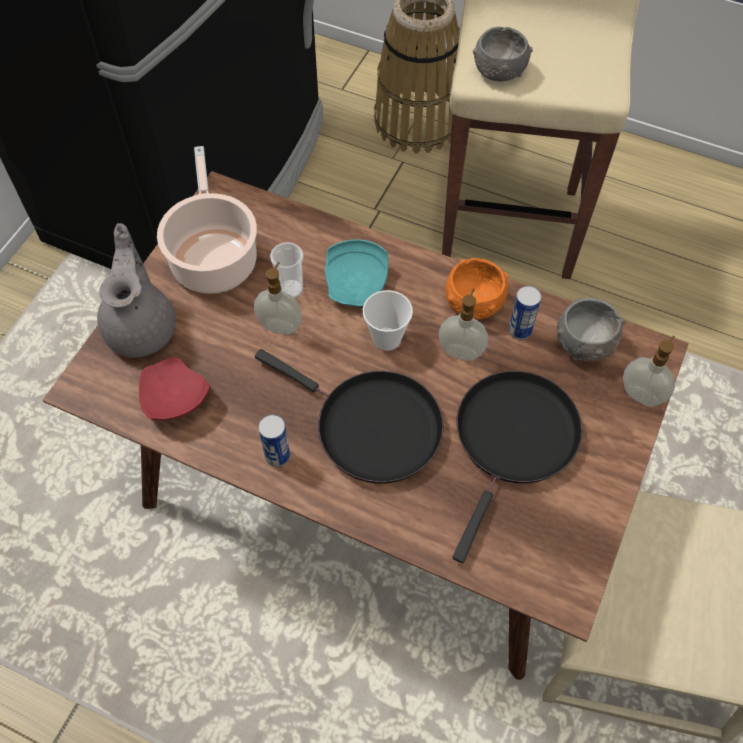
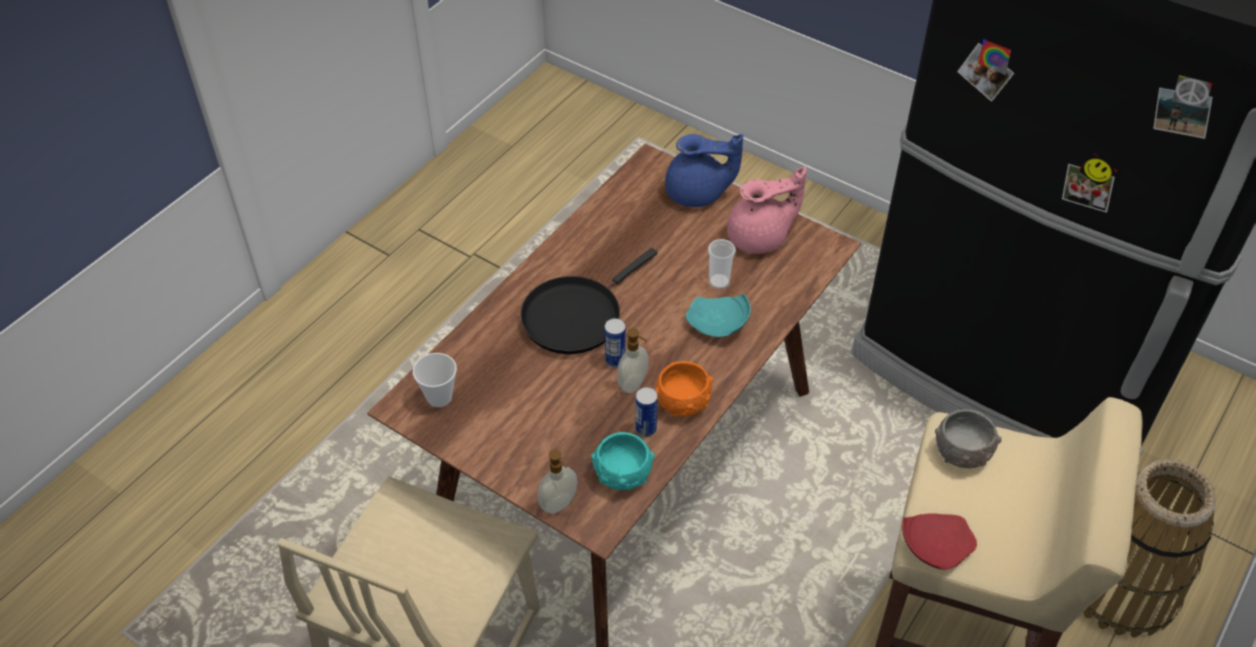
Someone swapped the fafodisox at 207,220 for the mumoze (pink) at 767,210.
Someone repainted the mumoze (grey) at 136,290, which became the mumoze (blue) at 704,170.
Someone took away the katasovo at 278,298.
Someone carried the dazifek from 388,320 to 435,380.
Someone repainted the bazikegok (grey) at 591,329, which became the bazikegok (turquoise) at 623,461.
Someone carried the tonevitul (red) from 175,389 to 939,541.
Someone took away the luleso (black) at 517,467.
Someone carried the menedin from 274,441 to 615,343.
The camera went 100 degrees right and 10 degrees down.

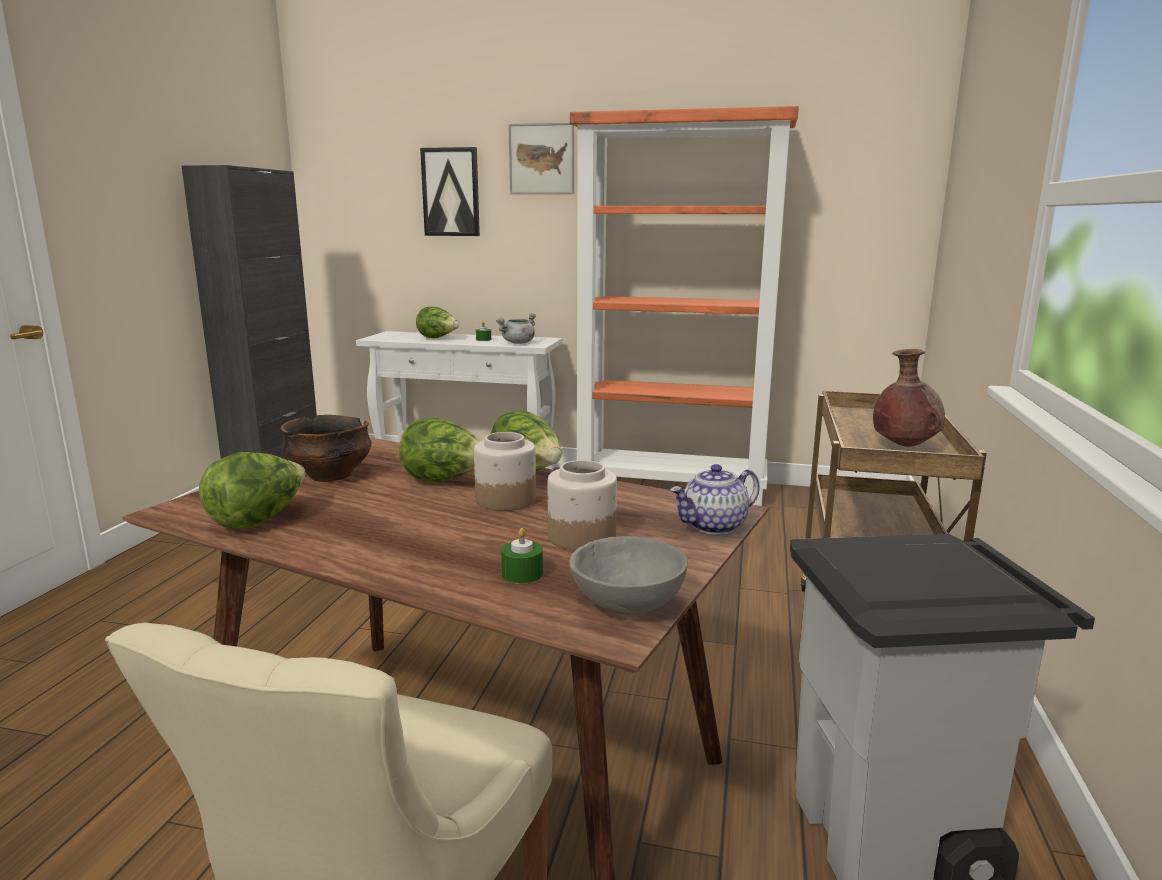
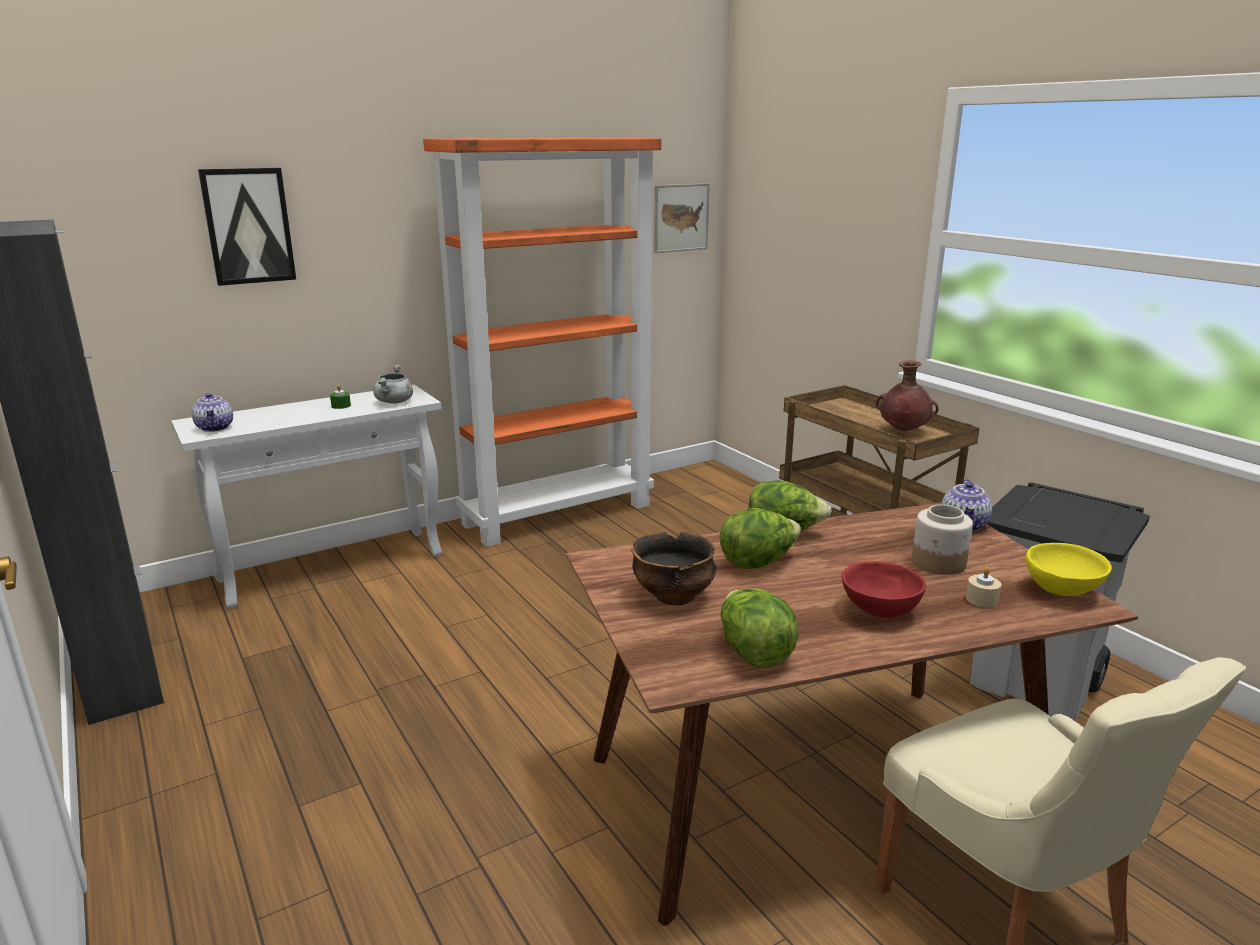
Someone carried the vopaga from 541,158 to 682,218.
Someone took away the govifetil at 437,322.
Someone took away the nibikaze at 505,471.
Someone repainted the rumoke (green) at 522,556, which became the rumoke (beige) at 983,587.
Someone repainted the bazikegok (grey) at 628,575, which became the bazikegok (yellow) at 1068,569.
Someone put down the mumoze at 212,412.
Someone put down the bazikegok (red) at 884,589.
The camera went 45 degrees left and 5 degrees up.

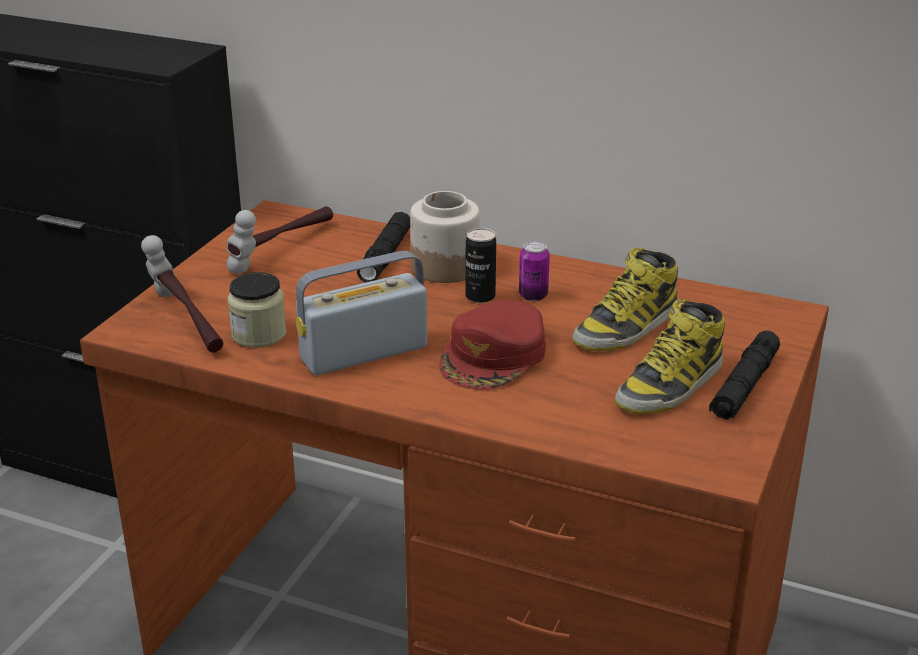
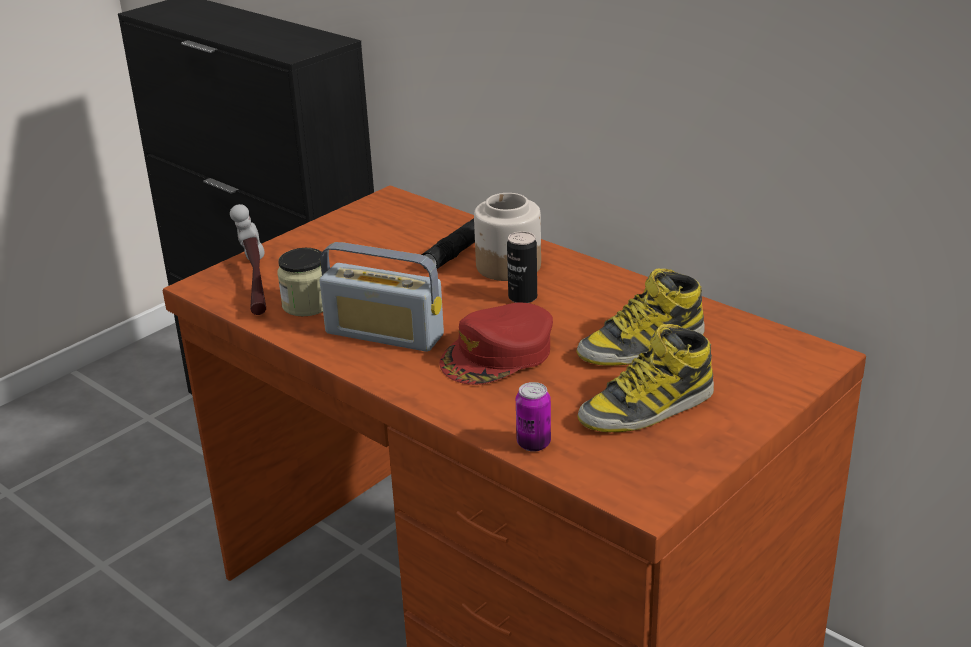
Someone took away the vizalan at 280,240.
Someone carried the menedin from 534,271 to 533,417.
Someone rotated the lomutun at 361,313 by 150 degrees counterclockwise.
Someone took away the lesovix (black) at 744,375.
The camera went 20 degrees right and 0 degrees up.

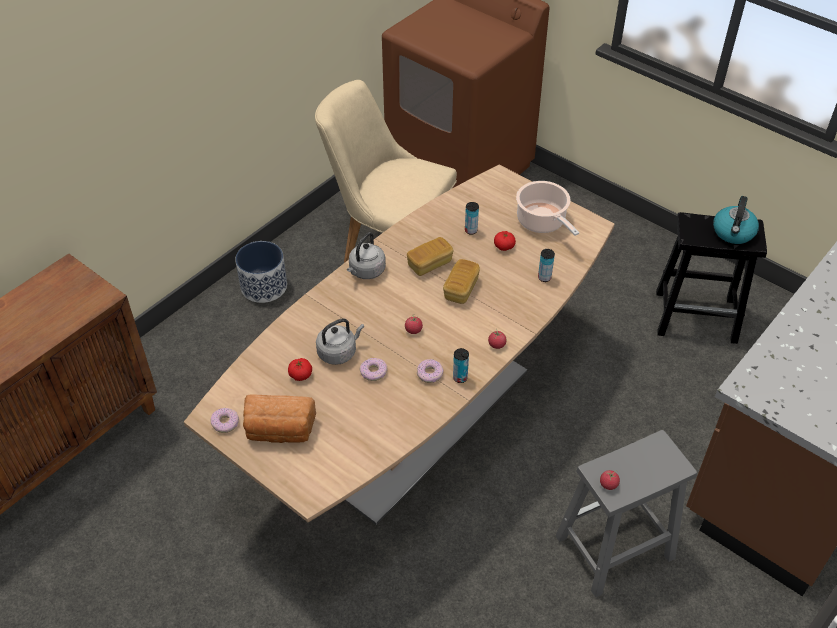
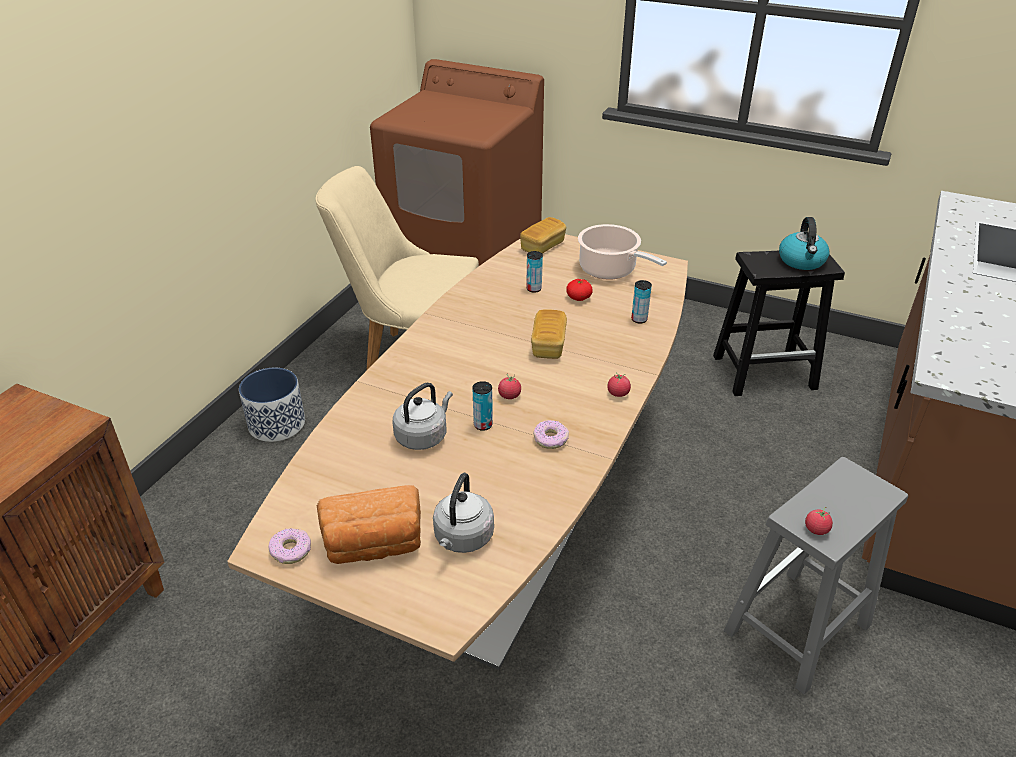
Someone carried the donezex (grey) from 366,255 to 463,513.
Someone carried the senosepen from 430,256 to 543,235.
Someone carried the menedin from 461,365 to 483,406.
Someone took away the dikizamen at 300,369.
Someone took away the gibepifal at 373,369.
The camera went 15 degrees left and 10 degrees down.

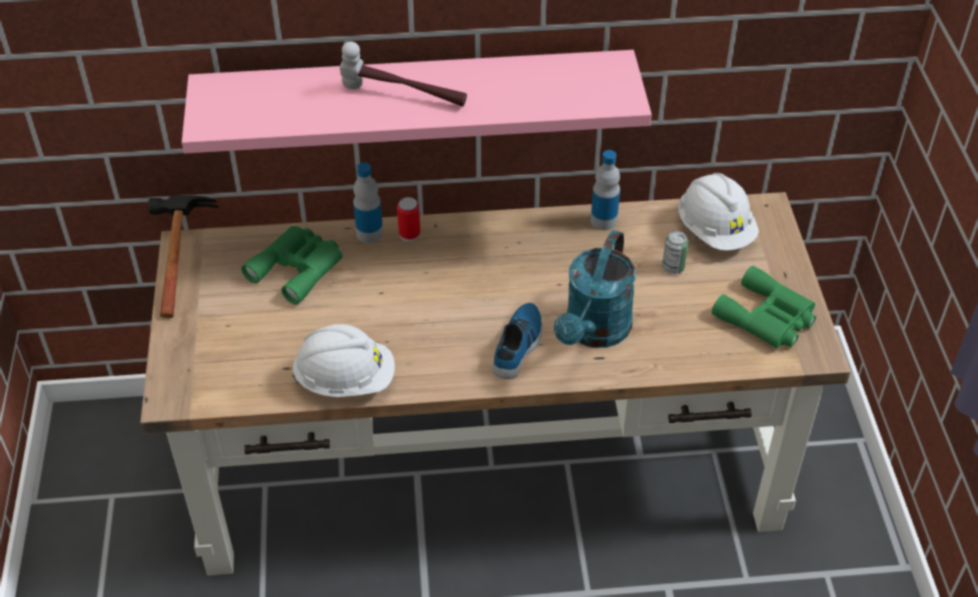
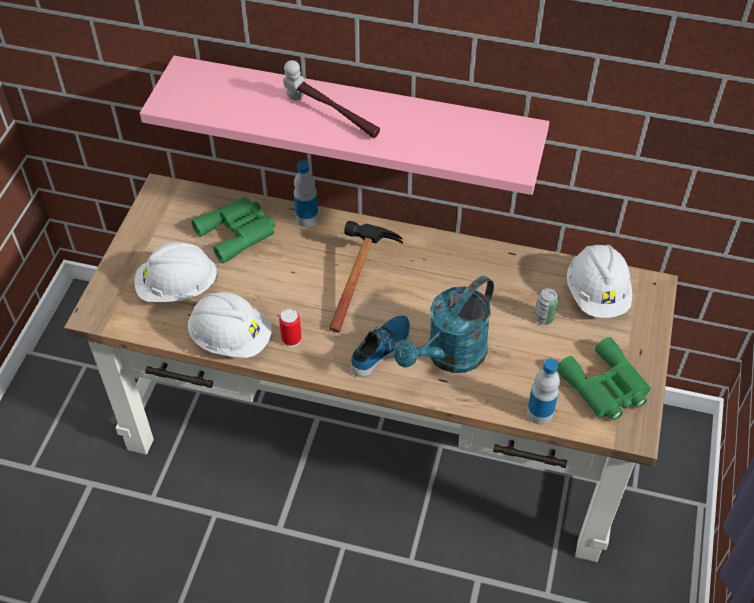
Someone carried the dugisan from 605,190 to 543,391.
Someone carried the vizalan from 183,256 to 366,276.
Someone carried the menedin from 408,219 to 290,328.
Someone put down the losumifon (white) at 176,272.
The camera went 20 degrees right and 5 degrees up.

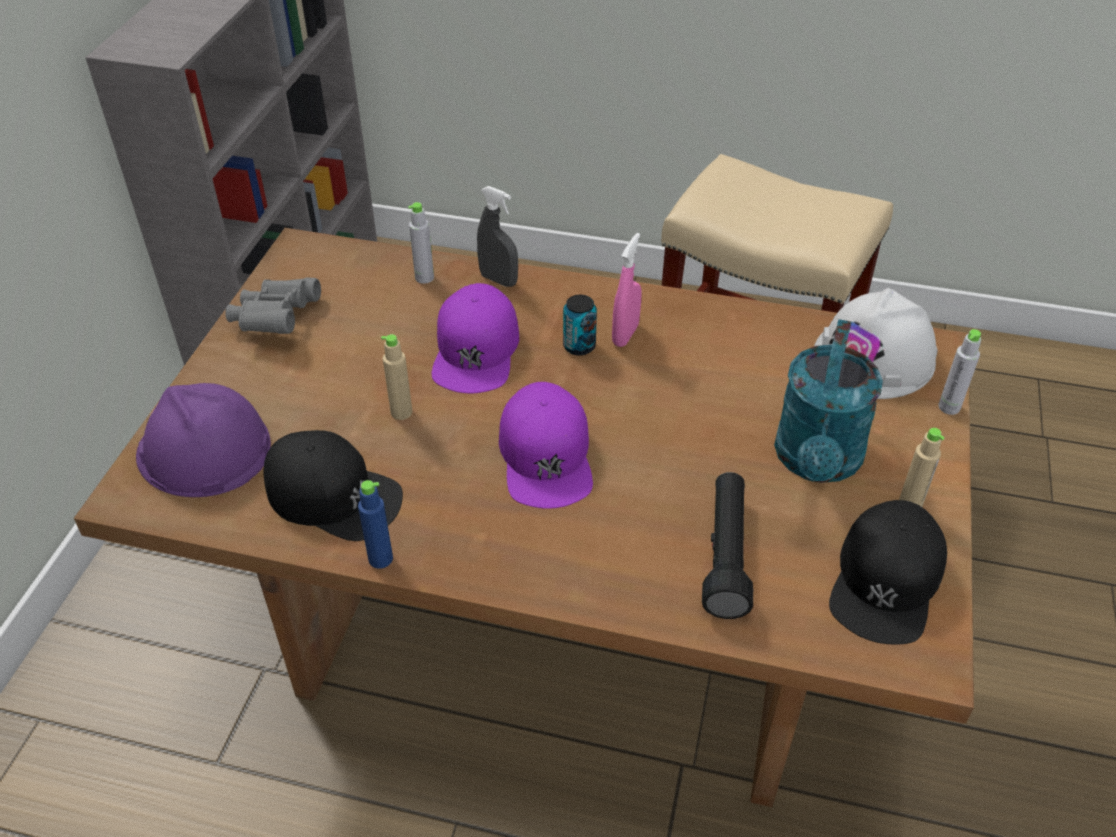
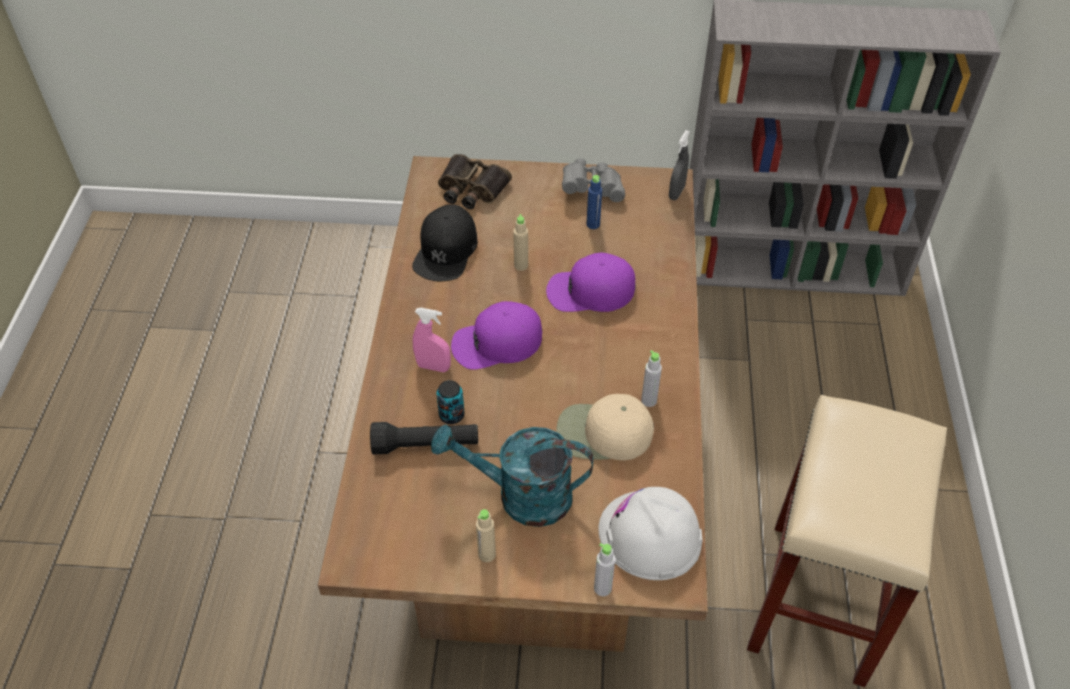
Someone carried the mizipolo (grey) from 497,236 to 679,165.
Someone carried the dugisan (grey) from 421,243 to 651,378.
Someone carried the mizipolo (pink) from 627,290 to 432,340.
Someone carried the menedin from 580,325 to 450,402.
Someone swapped the losumifon (purple) at 203,440 for the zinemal at 475,181.
Someone carried the dugisan (blue) from 375,524 to 594,202.
Someone took away the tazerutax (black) at 888,572.
Someone put down the tazerutax (beige) at 605,427.
The camera went 80 degrees right and 5 degrees up.

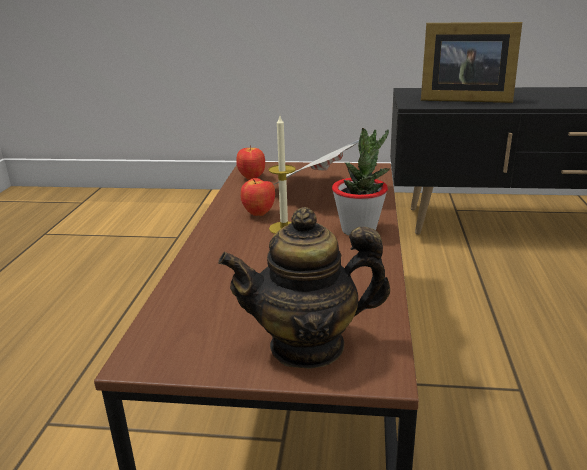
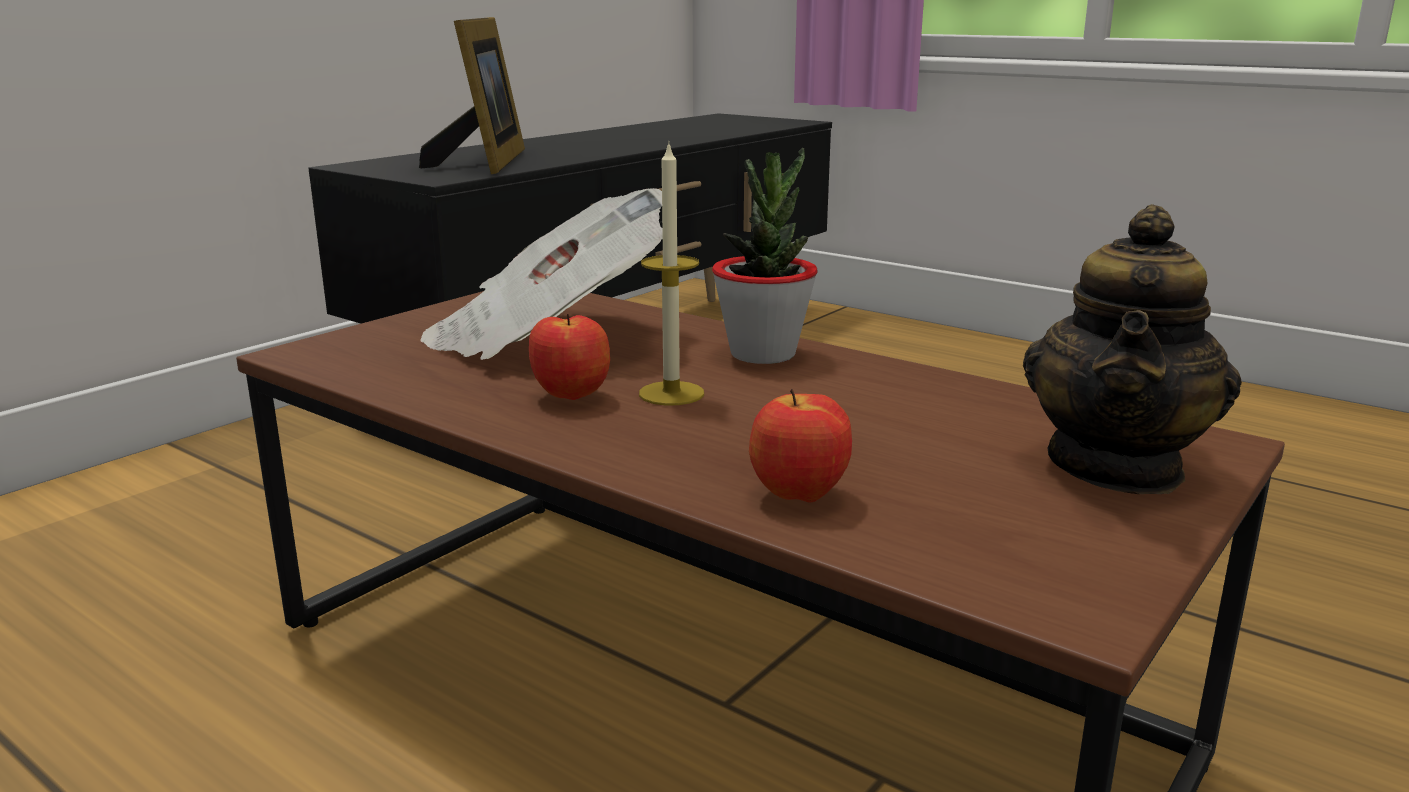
Someone rotated the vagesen at 471,62 by 45 degrees counterclockwise.
Someone carried the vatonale from 250,162 to 800,446.
The camera went 60 degrees left and 5 degrees down.

